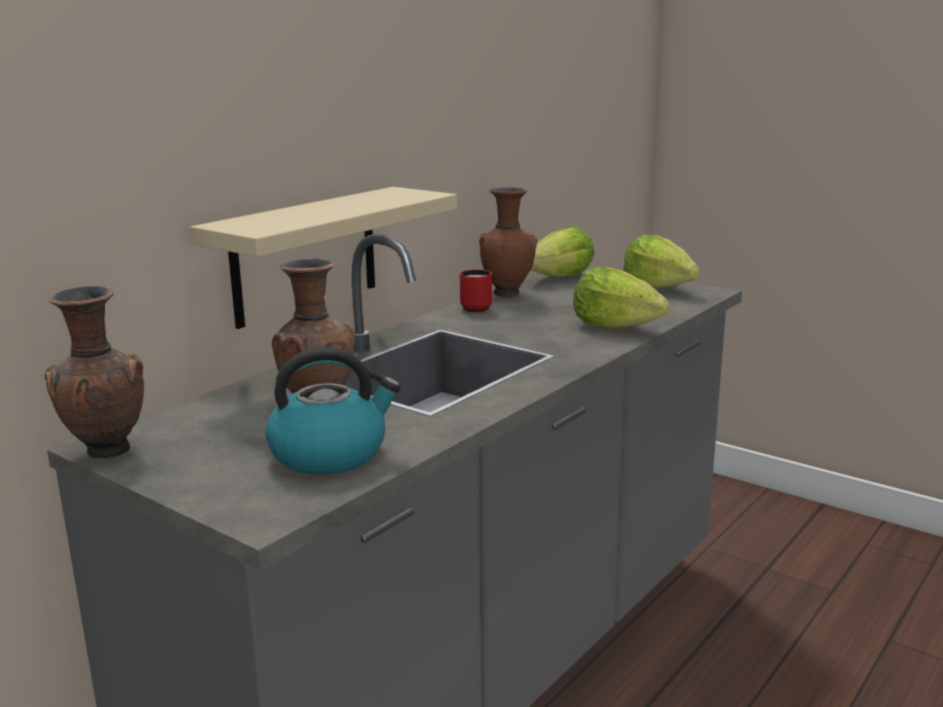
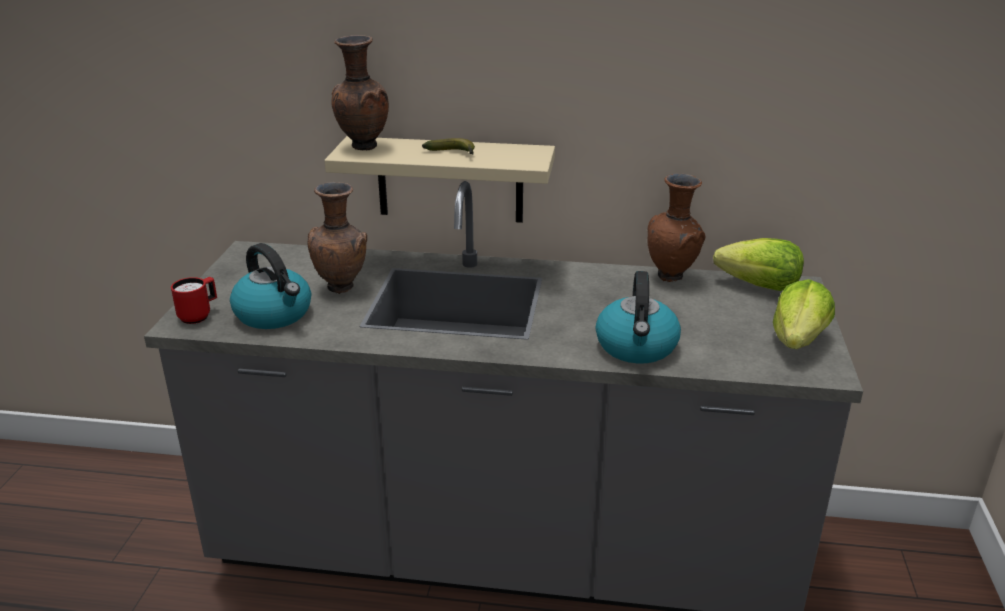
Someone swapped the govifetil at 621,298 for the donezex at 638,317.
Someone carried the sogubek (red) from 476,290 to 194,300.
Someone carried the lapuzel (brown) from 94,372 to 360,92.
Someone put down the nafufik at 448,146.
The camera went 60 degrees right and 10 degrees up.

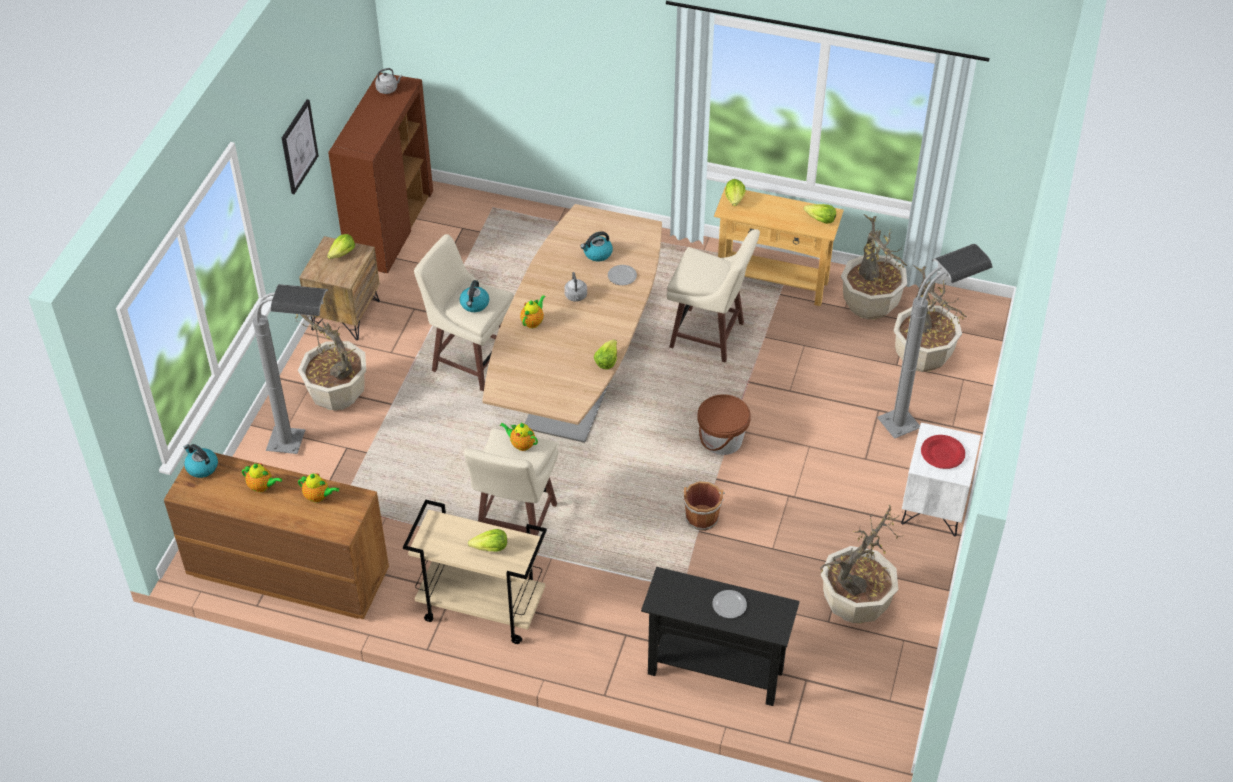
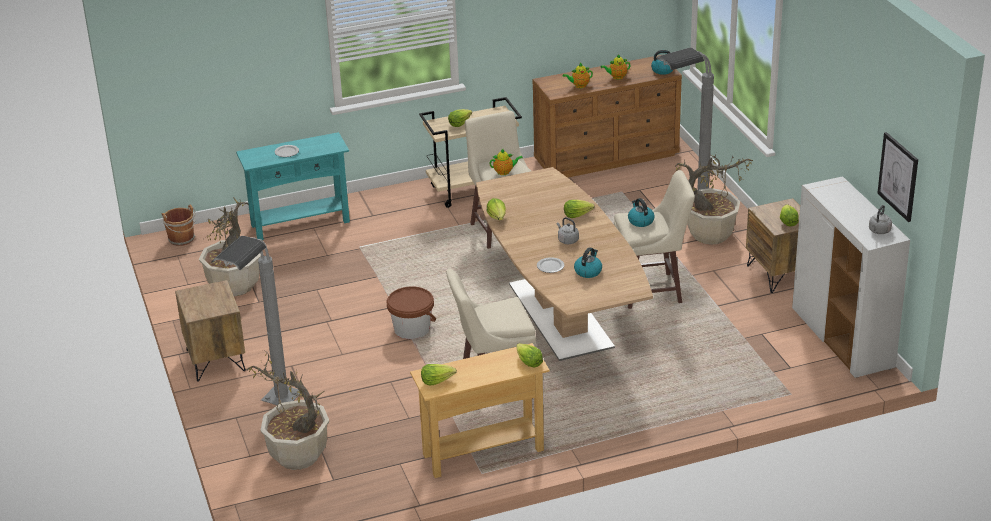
Someone repainted the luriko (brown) at 380,173, which became the luriko (white) at 851,277.
Someone carried the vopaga from 300,146 to 897,177.
Someone took away the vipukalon at 874,267.
Someone swapped the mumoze at 533,311 for the govifetil at 579,209.
Someone repainted the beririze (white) at 941,479, which became the beririze (brown) at 210,330.
Someone took away the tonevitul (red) at 943,452.
Someone carried the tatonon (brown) from 703,506 to 179,225.
Someone repainted the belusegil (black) at 720,636, which became the belusegil (turquoise) at 293,186.
The camera went 145 degrees right and 15 degrees down.

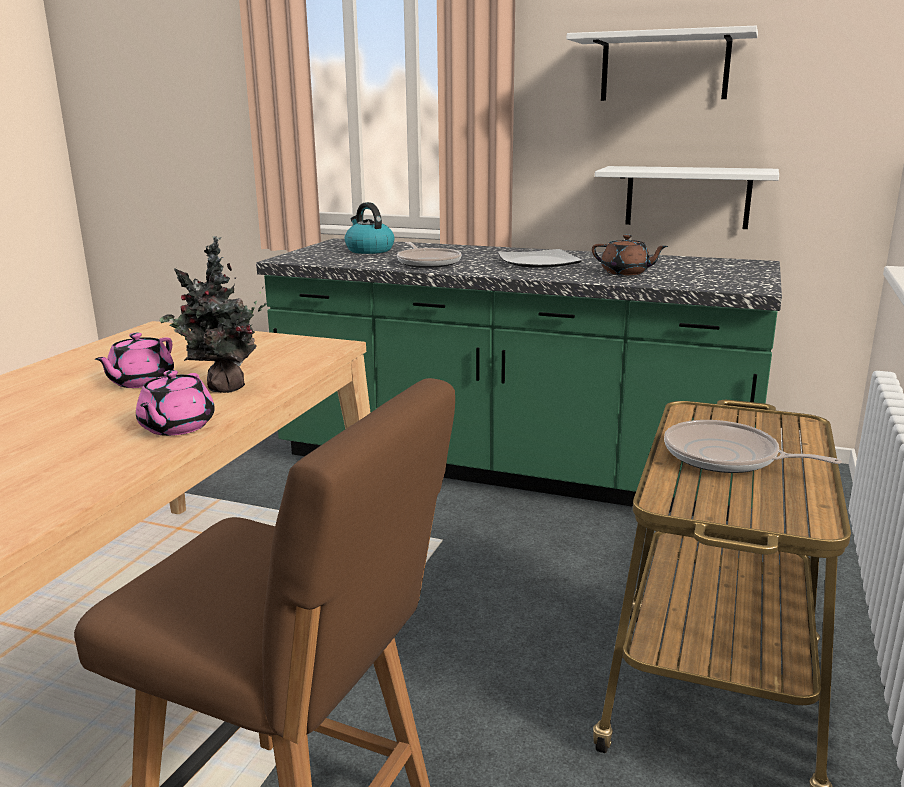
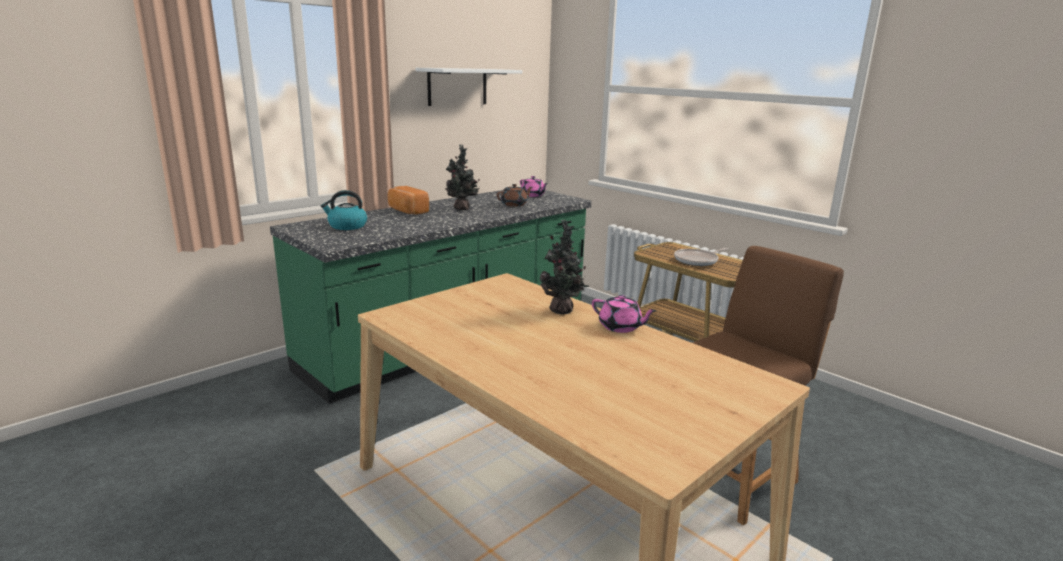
Someone took away the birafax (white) at 687,197.
Someone took away the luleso at 429,255.
Someone swapped the tonevitul at 540,258 for the vipukalon at 462,177.
Someone carried the mumoze (pink) from 134,360 to 534,186.
Someone put down the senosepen at 408,200.
The camera went 65 degrees left and 0 degrees up.

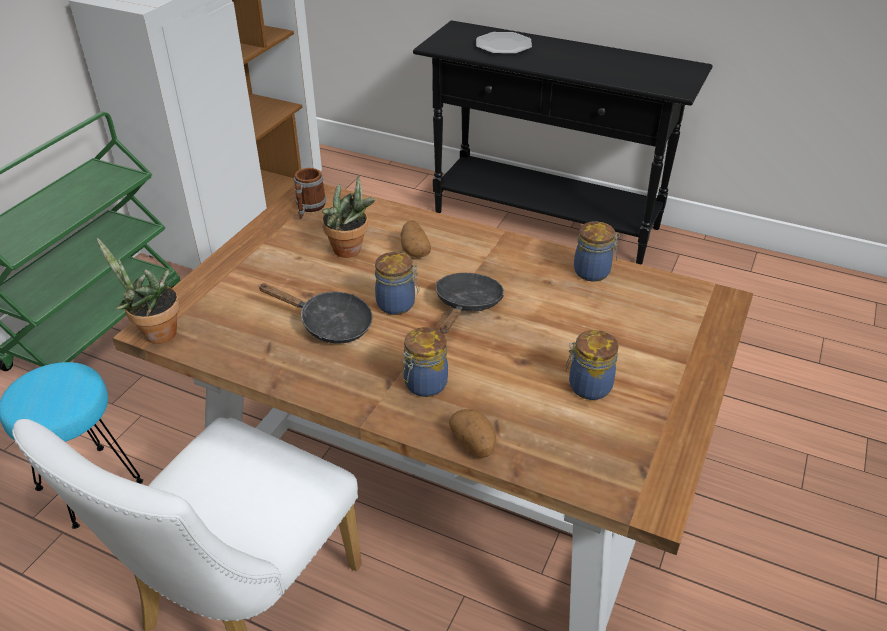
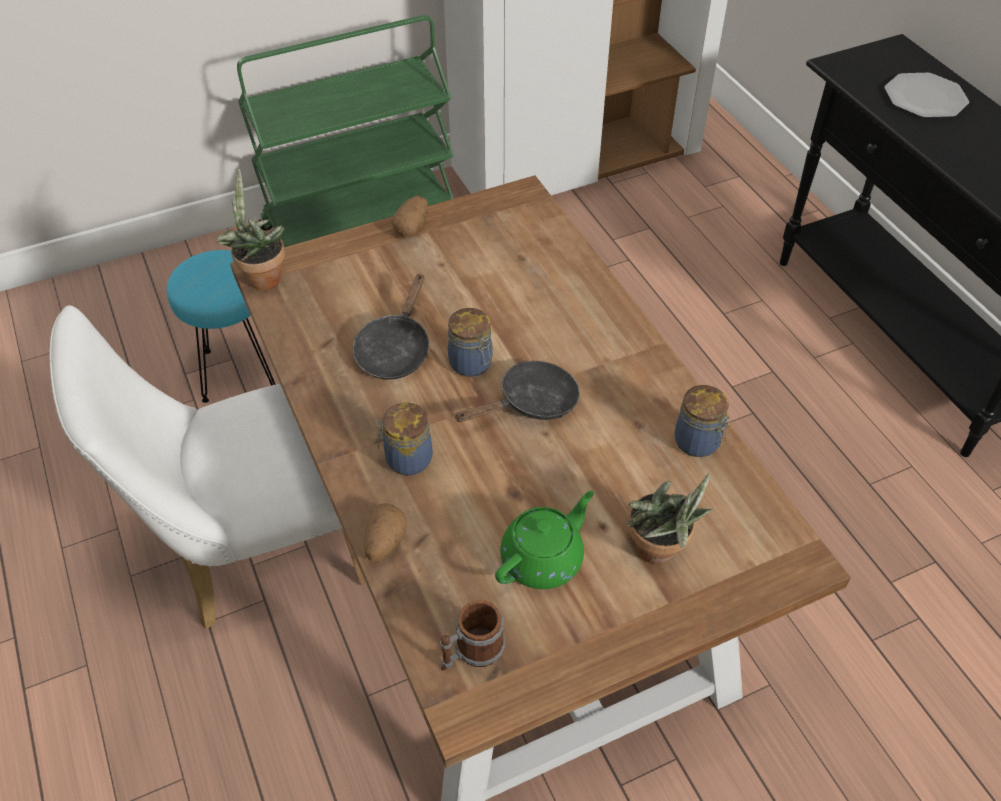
Someone carried the sogubek from 310,193 to 472,635.
Someone carried the vipukalon from 348,216 to 670,518.
Someone carried the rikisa from 415,239 to 409,216.
Someone rotated the luleso (black) at 315,313 by 45 degrees clockwise.
Someone swapped the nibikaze at 592,365 for the mumoze (green) at 544,540.
The camera went 40 degrees right and 10 degrees up.

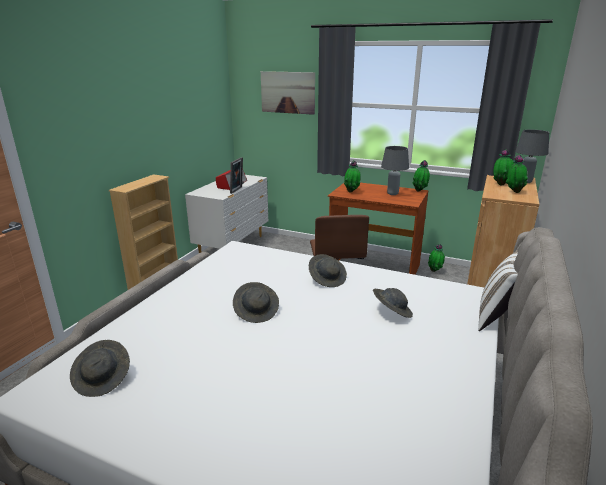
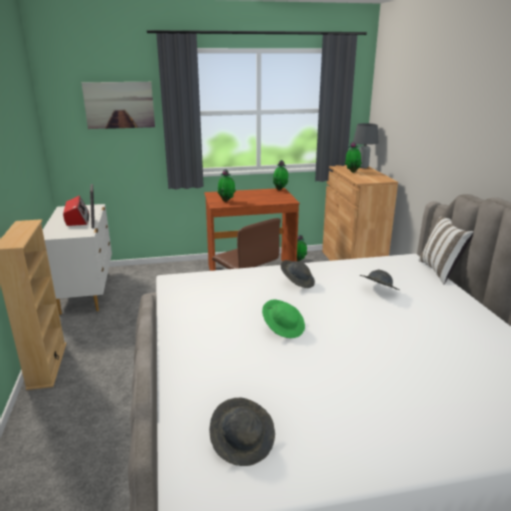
Someone took away the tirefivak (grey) at 395,170.
Someone took away the vipukalon at 516,174.
Someone repainted the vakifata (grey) at 256,302, which became the vakifata (green) at 283,318.
The camera went 35 degrees left and 0 degrees up.

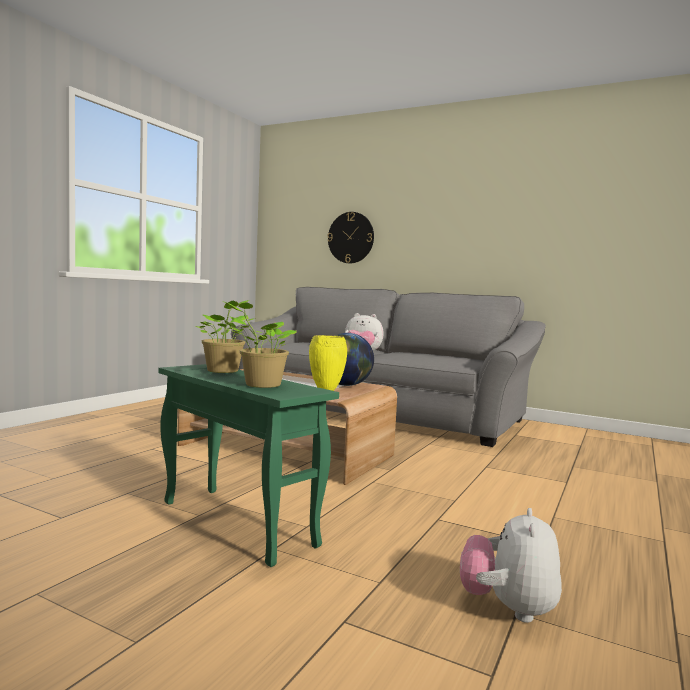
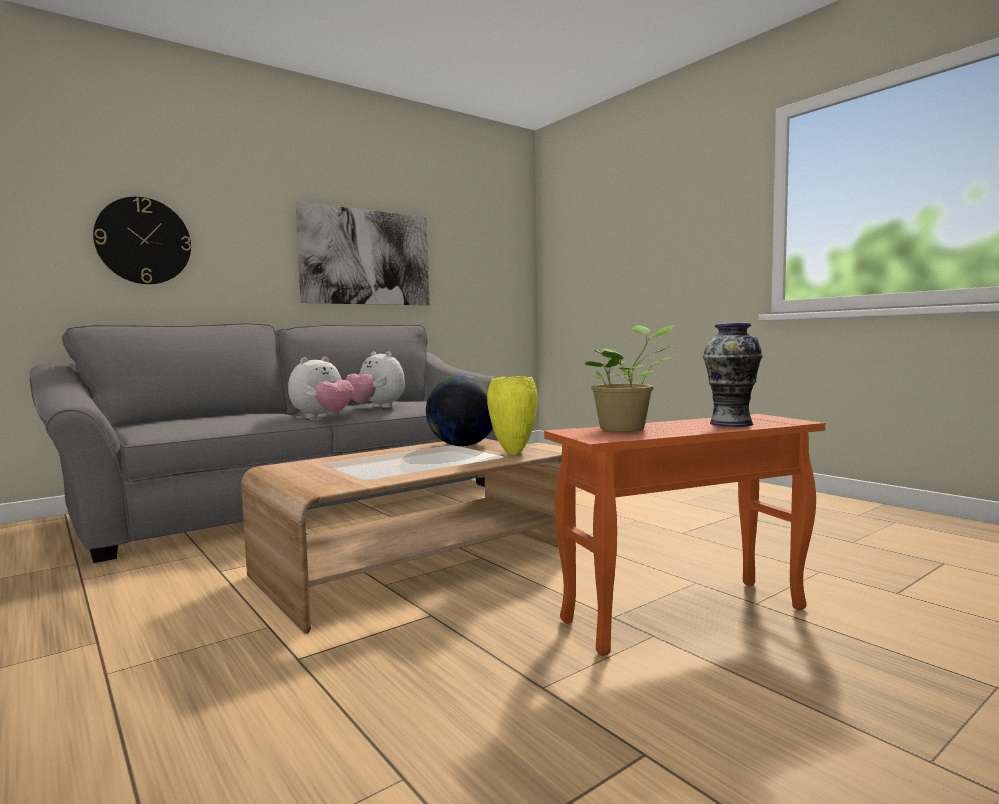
Someone swapped the vipukalon at 260,344 for the lapuzel at 733,375.
Someone repainted the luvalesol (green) at 248,465, which became the luvalesol (orange) at 684,535.
Someone carried the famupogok from 511,565 to 375,379.
Someone put up the vopaga at 362,254.
The camera went 65 degrees left and 0 degrees up.

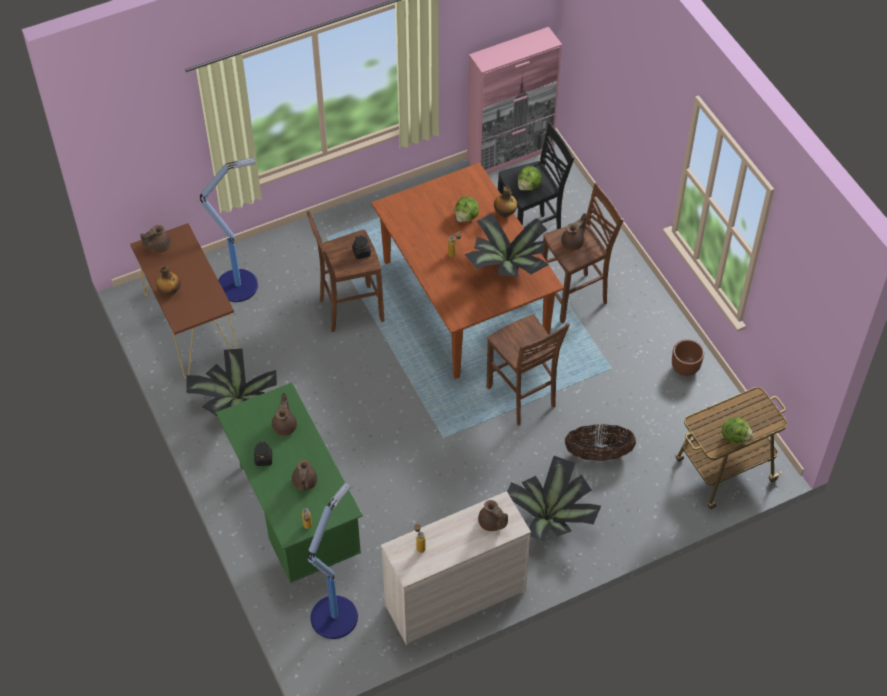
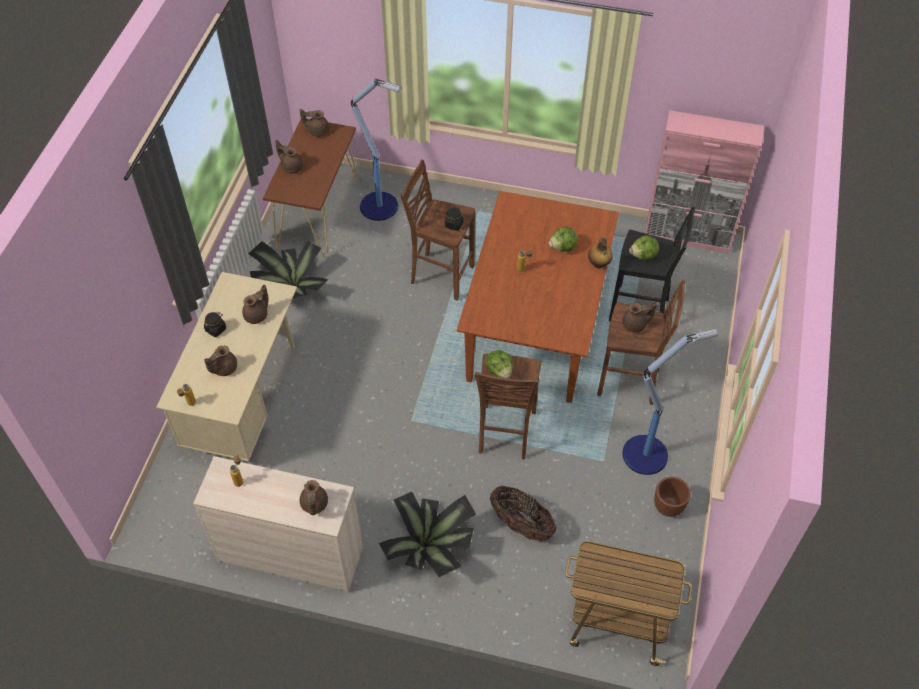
Someone took away the vipukalon at 506,245.
Someone swapped the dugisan at 168,281 for the mumoze (brown) at 289,157.
Someone repainted the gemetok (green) at 289,483, which became the gemetok (beige) at 226,367.
Someone carried the govifetil from 737,430 to 499,364.
Someone carried the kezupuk from 333,561 to 670,401.
The camera went 40 degrees right and 0 degrees up.

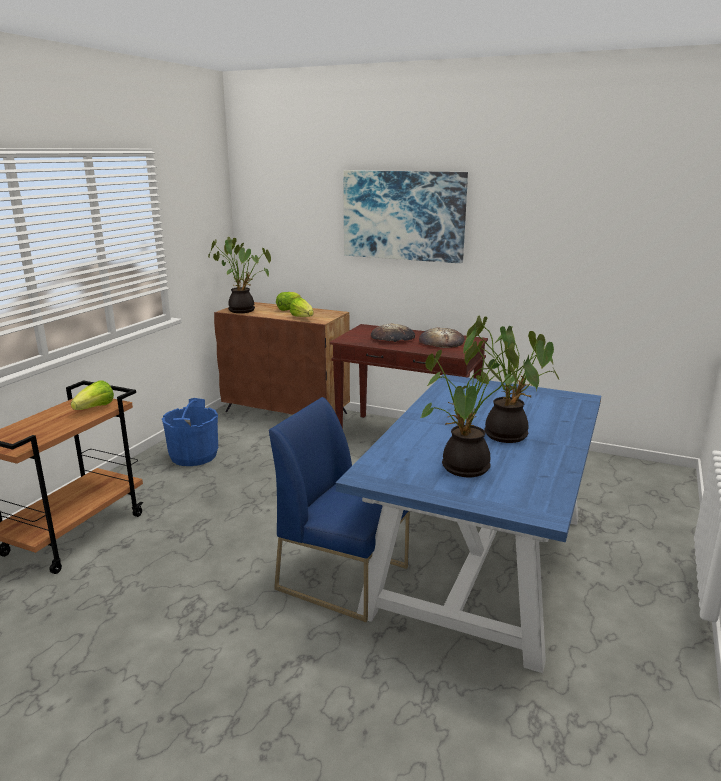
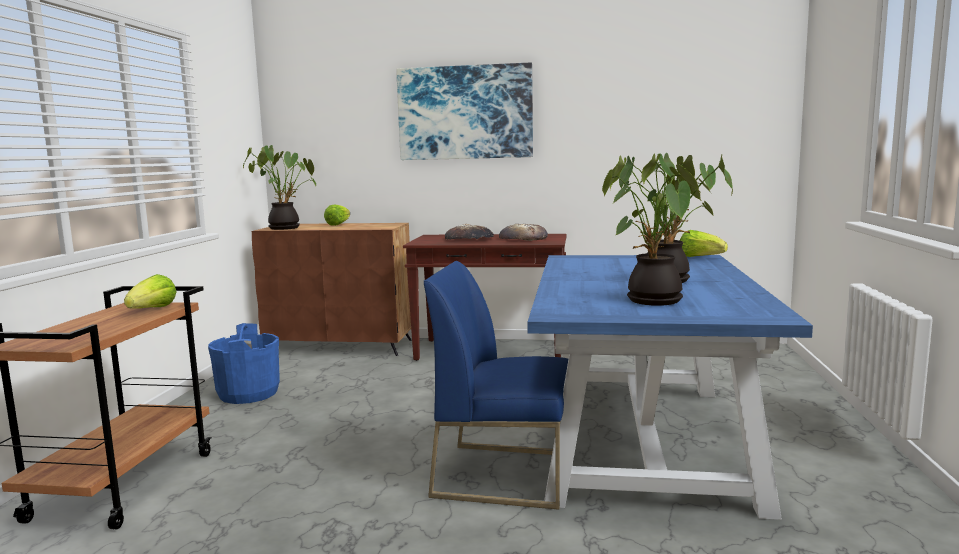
Someone carried the govifetil from 302,307 to 704,243.
The camera went 15 degrees left and 10 degrees down.

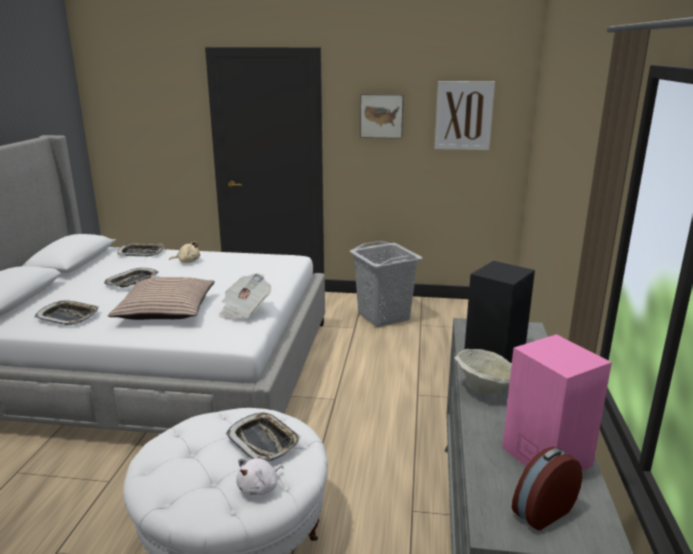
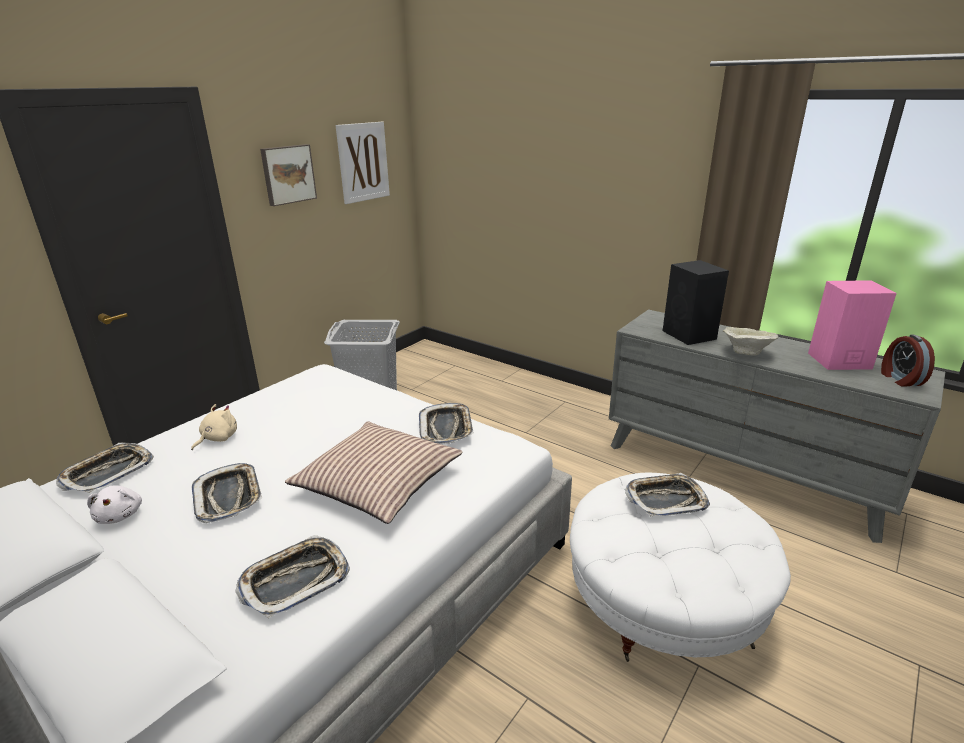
Someone swapped the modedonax at 245,296 for the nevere at 446,423.
Someone carried the famupogok (white) from 260,476 to 114,504.
The camera went 60 degrees left and 5 degrees up.

